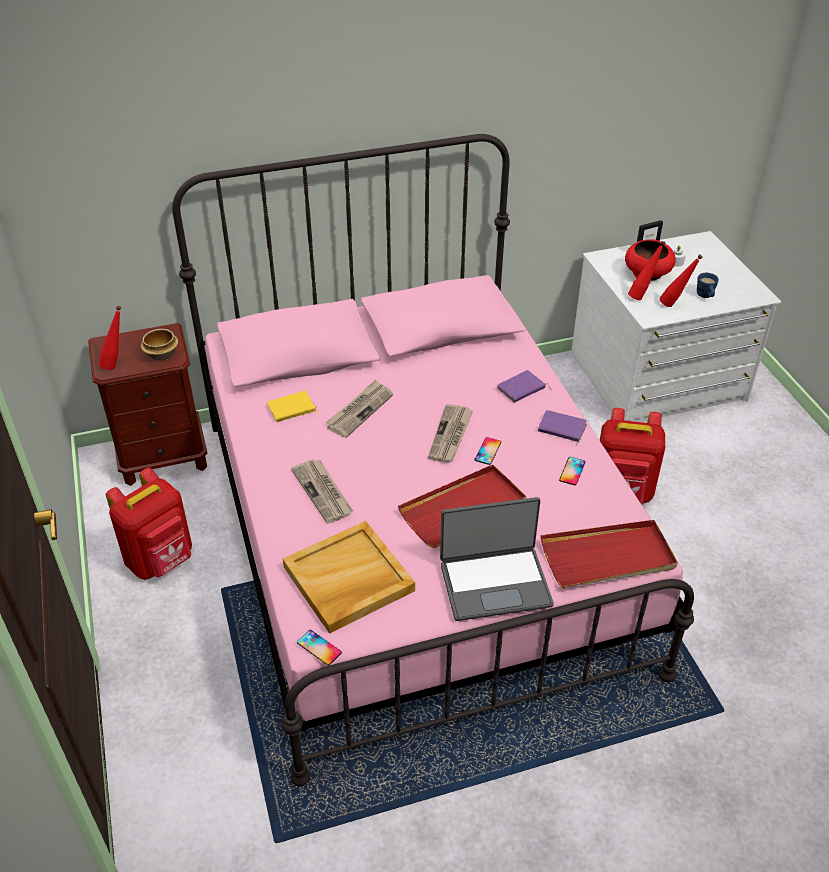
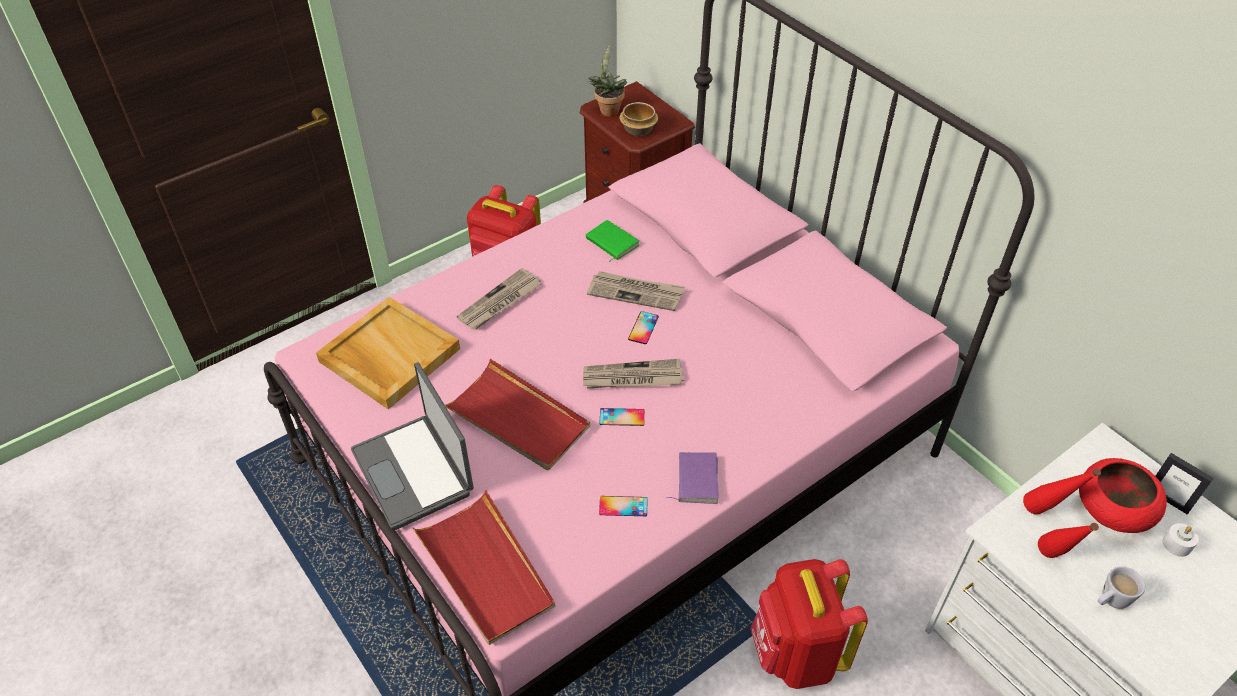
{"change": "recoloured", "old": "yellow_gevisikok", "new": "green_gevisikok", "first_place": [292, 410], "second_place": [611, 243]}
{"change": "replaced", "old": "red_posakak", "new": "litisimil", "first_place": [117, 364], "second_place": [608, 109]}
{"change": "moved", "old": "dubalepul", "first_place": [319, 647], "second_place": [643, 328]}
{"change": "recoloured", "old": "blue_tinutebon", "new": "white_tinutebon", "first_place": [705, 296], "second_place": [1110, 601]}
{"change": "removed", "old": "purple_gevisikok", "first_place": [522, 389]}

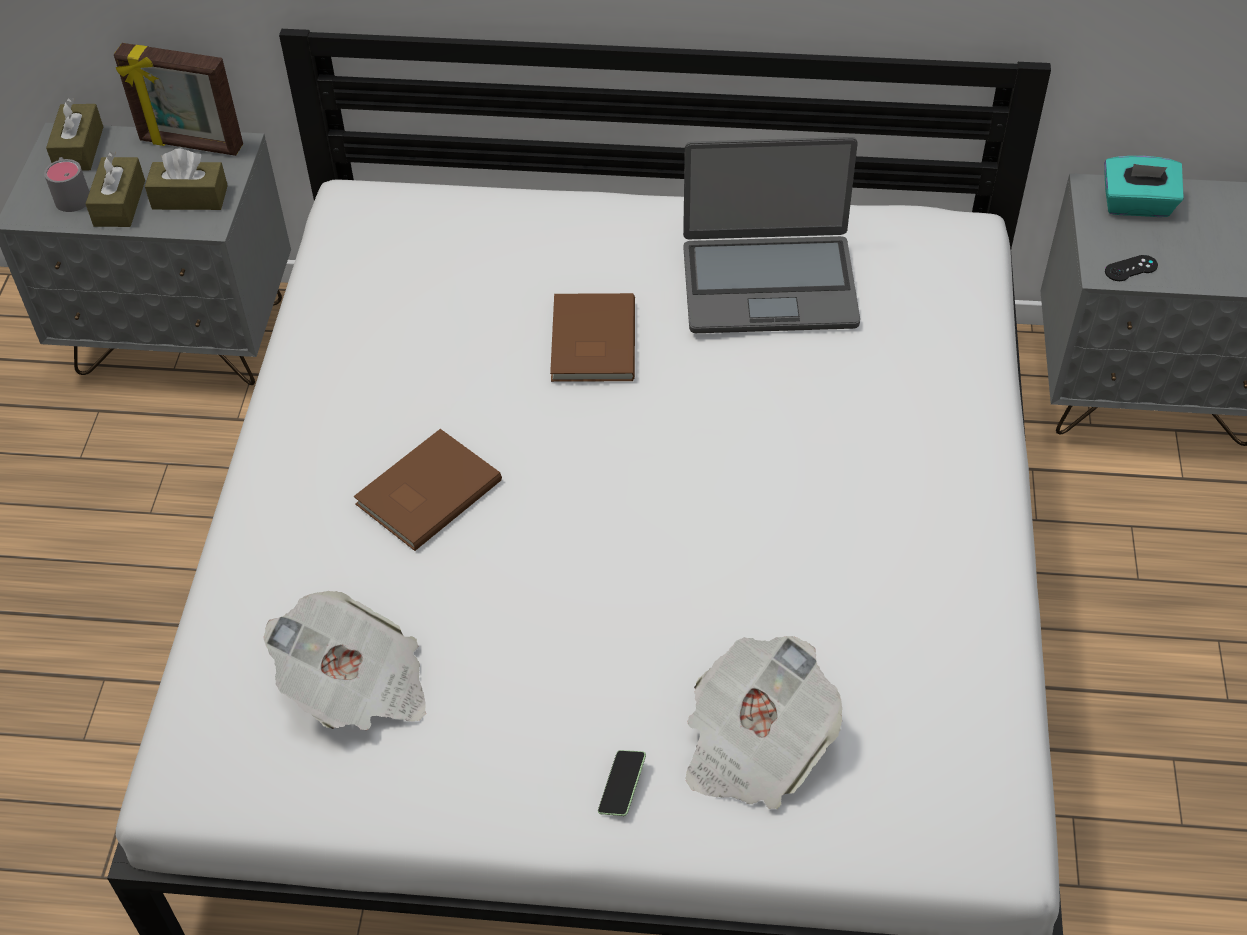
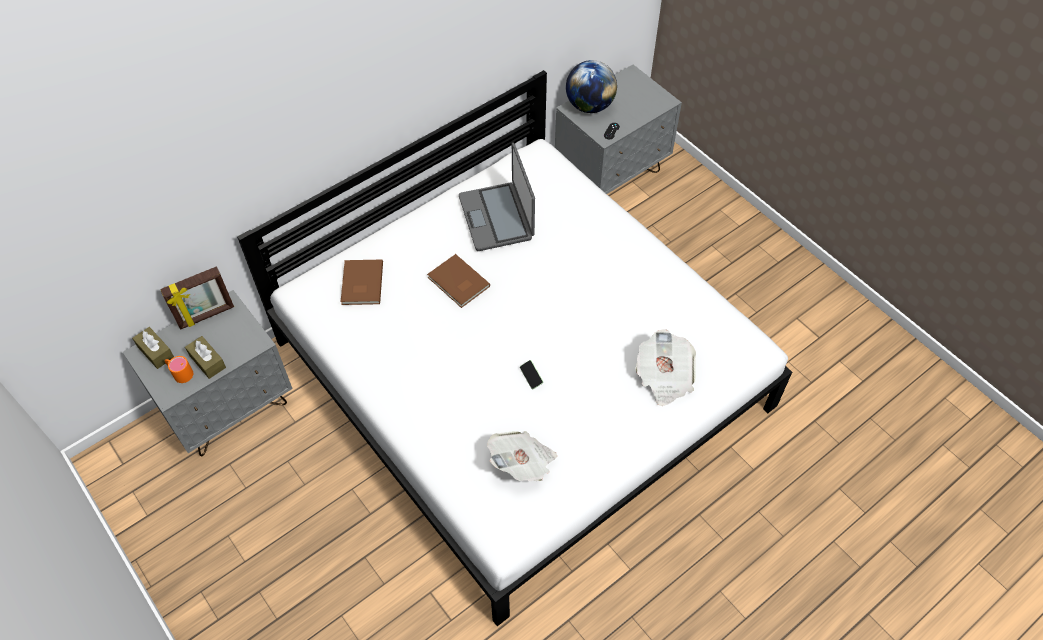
{"change": "recoloured", "old": "grey_tinutebon", "new": "orange_tinutebon", "first_place": [72, 194], "second_place": [180, 373]}
{"change": "moved", "old": "brown_gevisikok", "first_place": [425, 492], "second_place": [361, 284]}
{"change": "turned", "old": "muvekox", "first_place": [769, 284], "second_place": [497, 217], "degrees": 120}
{"change": "moved", "old": "dubalepul", "first_place": [622, 788], "second_place": [531, 376]}
{"change": "replaced", "old": "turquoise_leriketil", "new": "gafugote", "first_place": [1136, 205], "second_place": [589, 106]}
{"change": "removed", "old": "brown_leriketil", "first_place": [190, 197]}

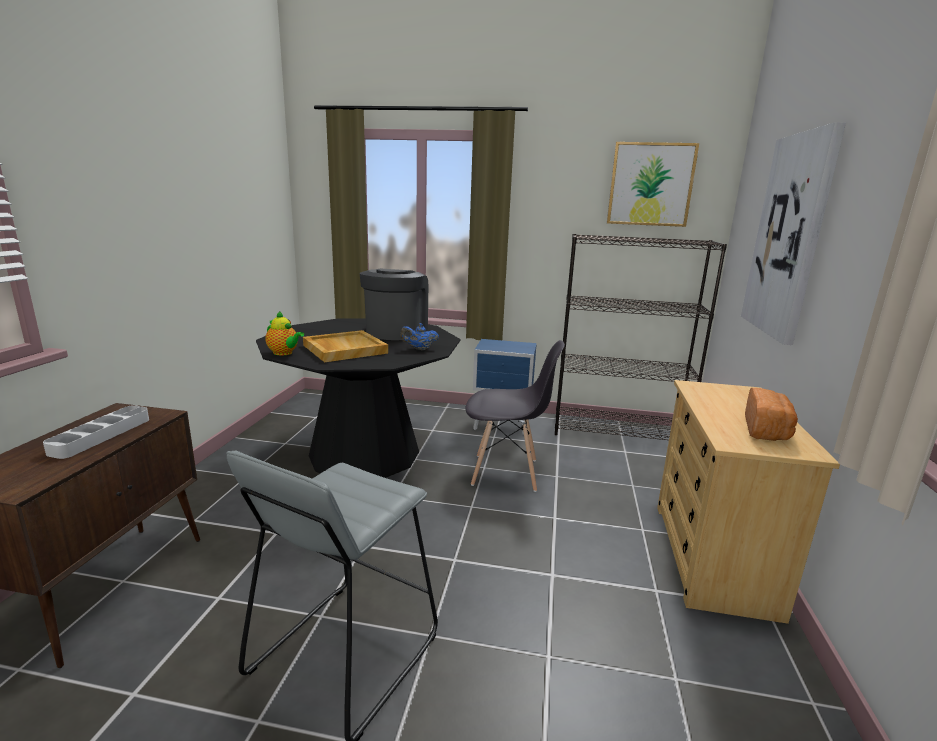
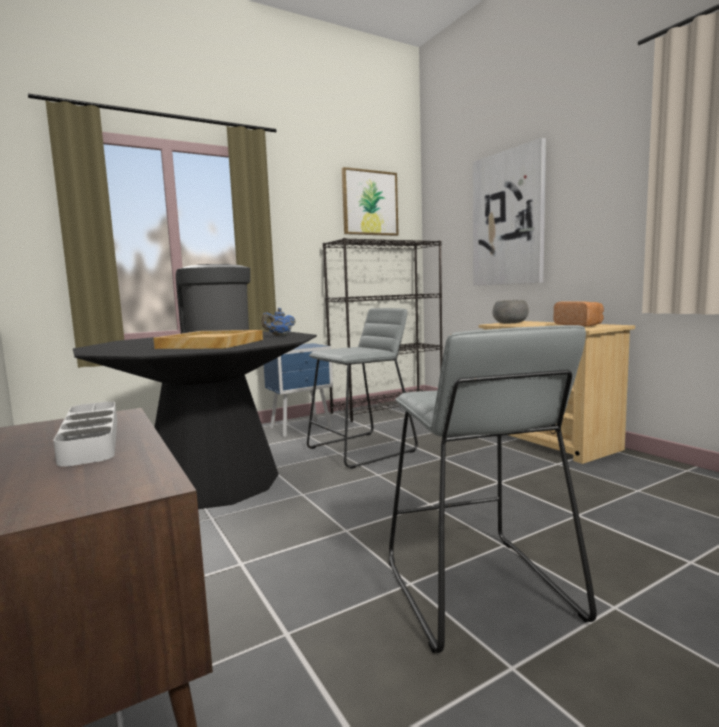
{"change": "replaced", "old": "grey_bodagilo", "new": "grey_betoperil", "first_place": [506, 472], "second_place": [361, 449]}
{"change": "added", "new": "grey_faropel", "second_place": [509, 323]}
{"change": "removed", "old": "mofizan", "first_place": [284, 353]}

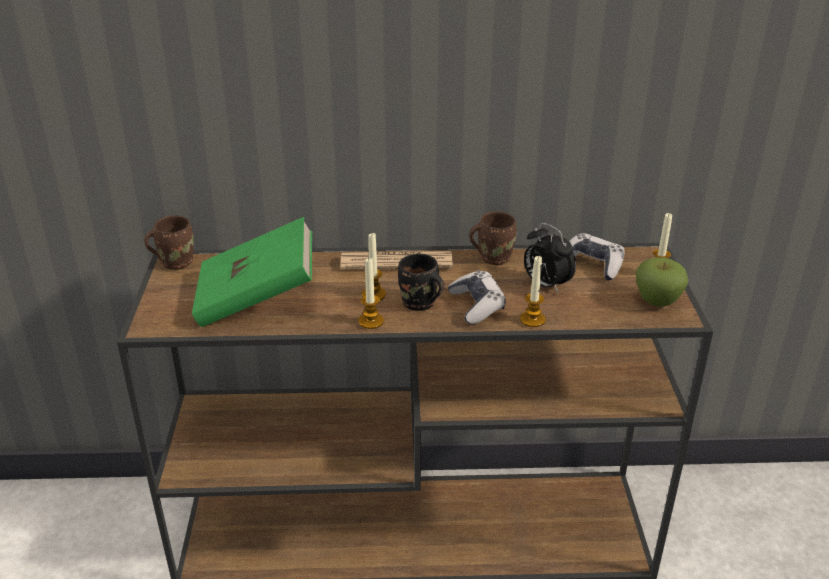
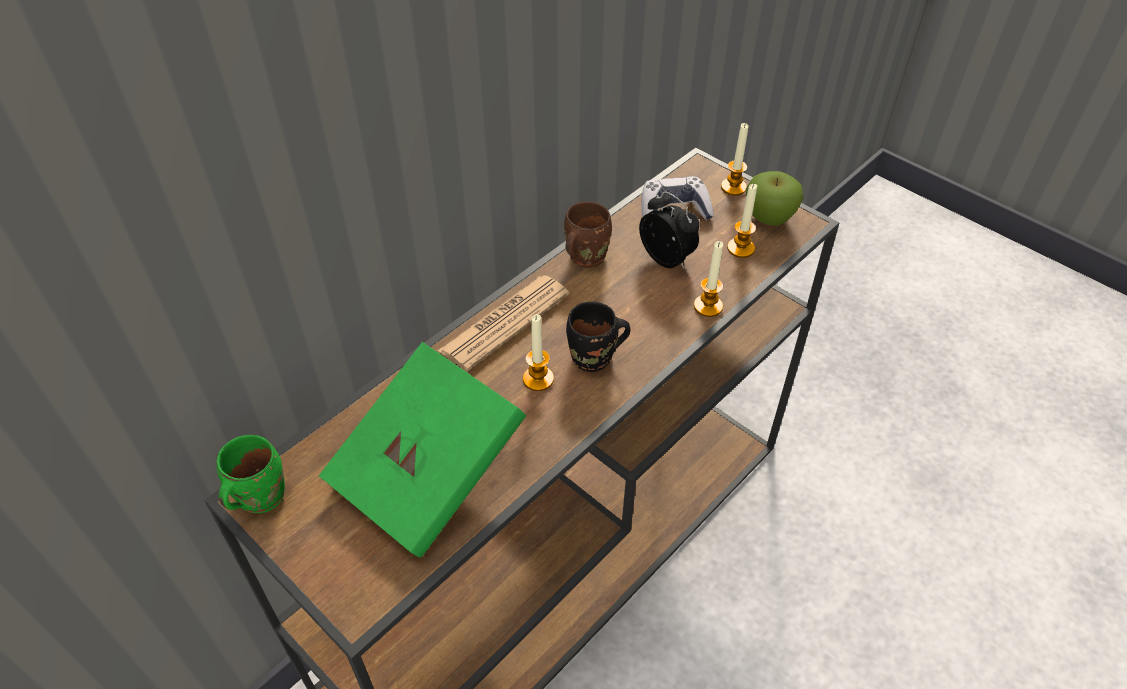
{"change": "recoloured", "old": "brown_tinutebon", "new": "green_tinutebon", "first_place": [175, 262], "second_place": [257, 496]}
{"change": "turned", "old": "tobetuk", "first_place": [545, 285], "second_place": [667, 259], "degrees": -135}
{"change": "moved", "old": "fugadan", "first_place": [371, 321], "second_place": [740, 248]}
{"change": "removed", "old": "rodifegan", "first_place": [476, 305]}

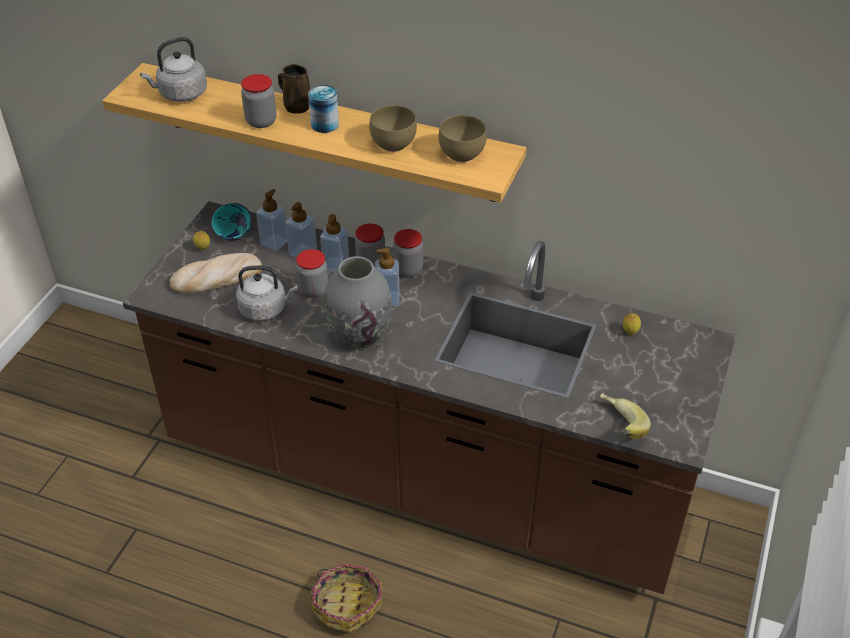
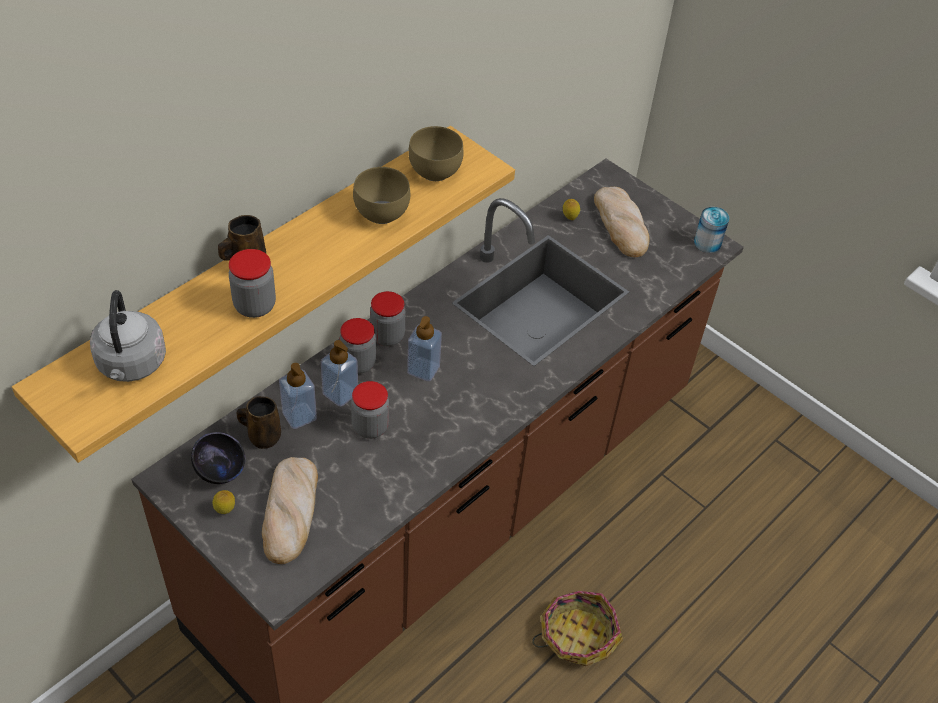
{"change": "recoloured", "old": "turquoise_faropel", "new": "black_faropel", "first_place": [234, 235], "second_place": [220, 471]}
{"change": "replaced", "old": "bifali", "new": "brown_tinutebon", "first_place": [274, 243], "second_place": [262, 436]}
{"change": "added", "new": "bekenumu", "second_place": [621, 224]}
{"change": "moved", "old": "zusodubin", "first_place": [325, 124], "second_place": [707, 243]}
{"change": "removed", "old": "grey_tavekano", "first_place": [265, 309]}
{"change": "removed", "old": "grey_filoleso", "first_place": [360, 335]}
{"change": "removed", "old": "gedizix", "first_place": [618, 427]}

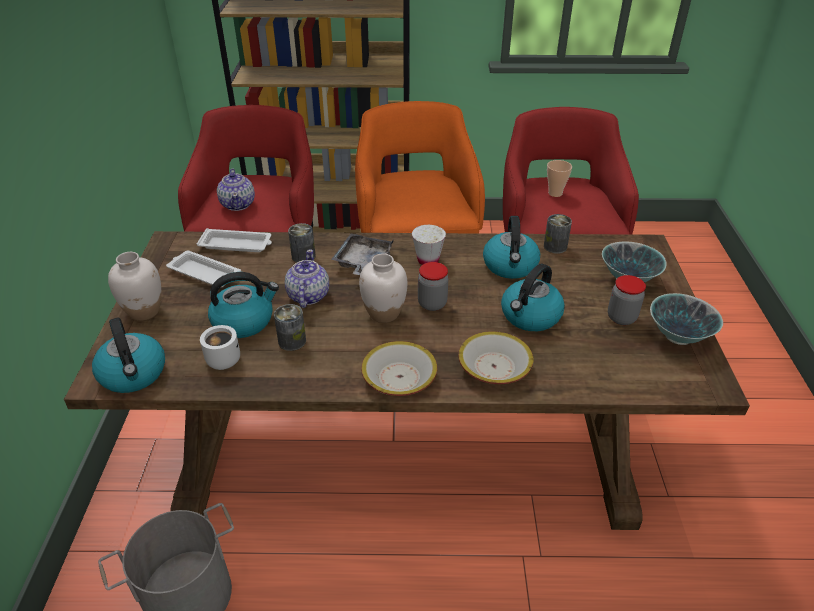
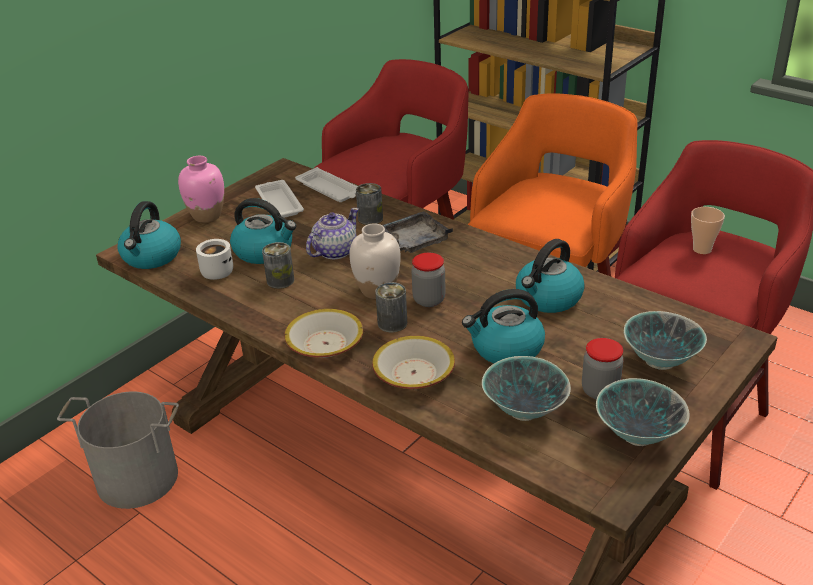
{"change": "recoloured", "old": "white_filoleso", "new": "pink_filoleso", "first_place": [144, 311], "second_place": [207, 216]}
{"change": "moved", "old": "zusodubin", "first_place": [555, 246], "second_place": [392, 323]}
{"change": "added", "new": "faropel", "second_place": [523, 411]}
{"change": "removed", "old": "mofizan", "first_place": [238, 204]}
{"change": "removed", "old": "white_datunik", "first_place": [428, 260]}

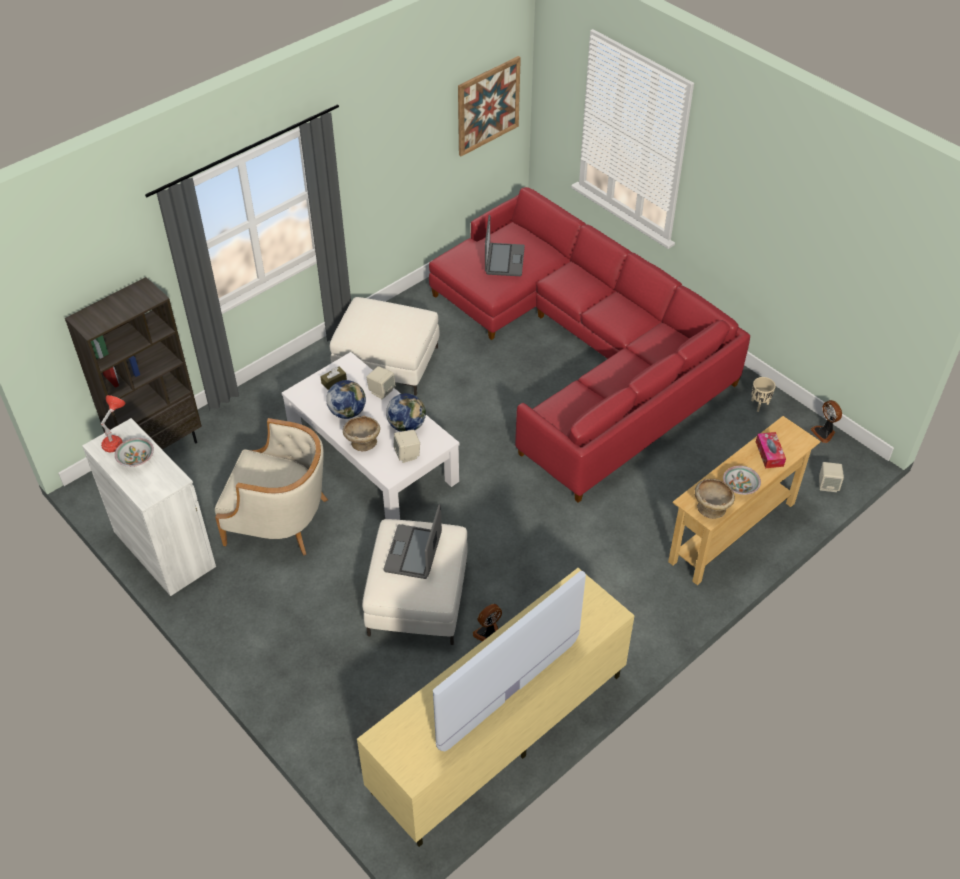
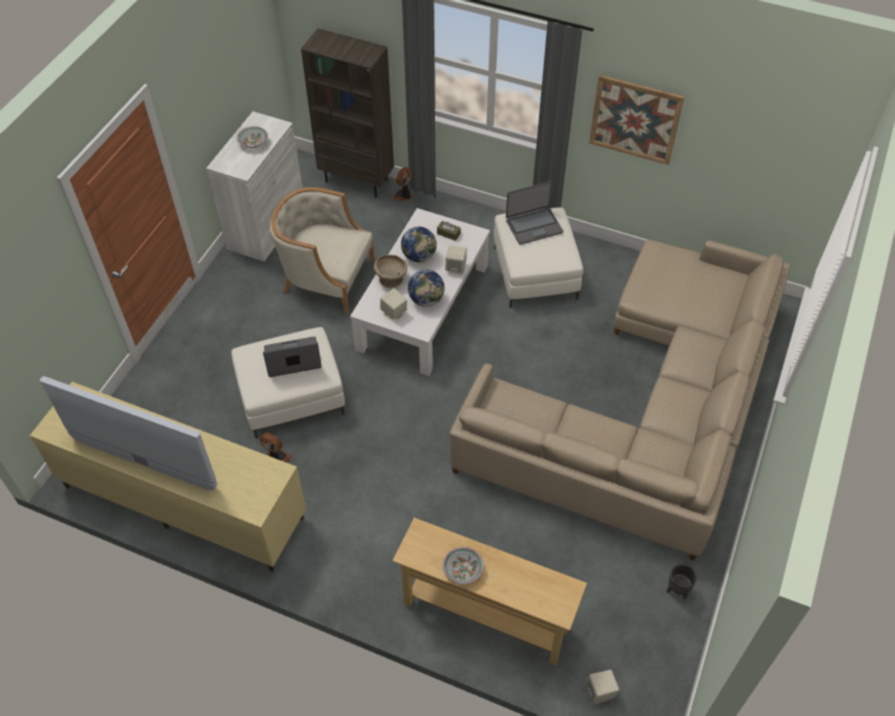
{"change": "turned", "old": "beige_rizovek", "first_place": [279, 520], "second_place": [326, 278], "degrees": 120}
{"change": "moved", "old": "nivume", "first_place": [824, 433], "second_place": [404, 196]}
{"change": "recoloured", "old": "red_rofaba", "new": "beige_rofaba", "first_place": [582, 352], "second_place": [647, 410]}
{"change": "moved", "old": "muvekox", "first_place": [504, 260], "second_place": [533, 226]}
{"change": "moved", "old": "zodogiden", "first_place": [488, 106], "second_place": [635, 119]}
{"change": "recoloured", "old": "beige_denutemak", "new": "black_denutemak", "first_place": [759, 405], "second_place": [677, 591]}
{"change": "removed", "old": "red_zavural", "first_place": [116, 441]}
{"change": "removed", "old": "beige_faropel", "first_place": [711, 508]}
{"change": "removed", "old": "leriketil", "first_place": [769, 454]}

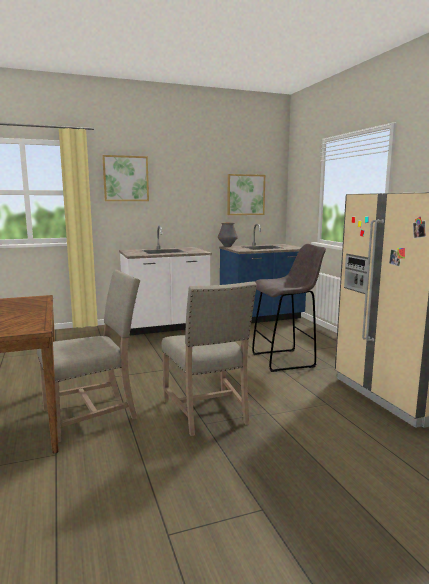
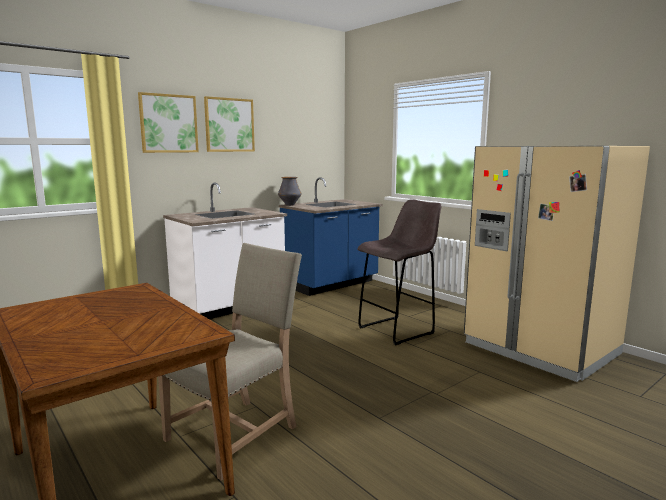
{"change": "moved", "old": "zodogiden", "first_place": [245, 195], "second_place": [229, 125]}
{"change": "removed", "old": "beige_bodagilo", "first_place": [207, 412]}

